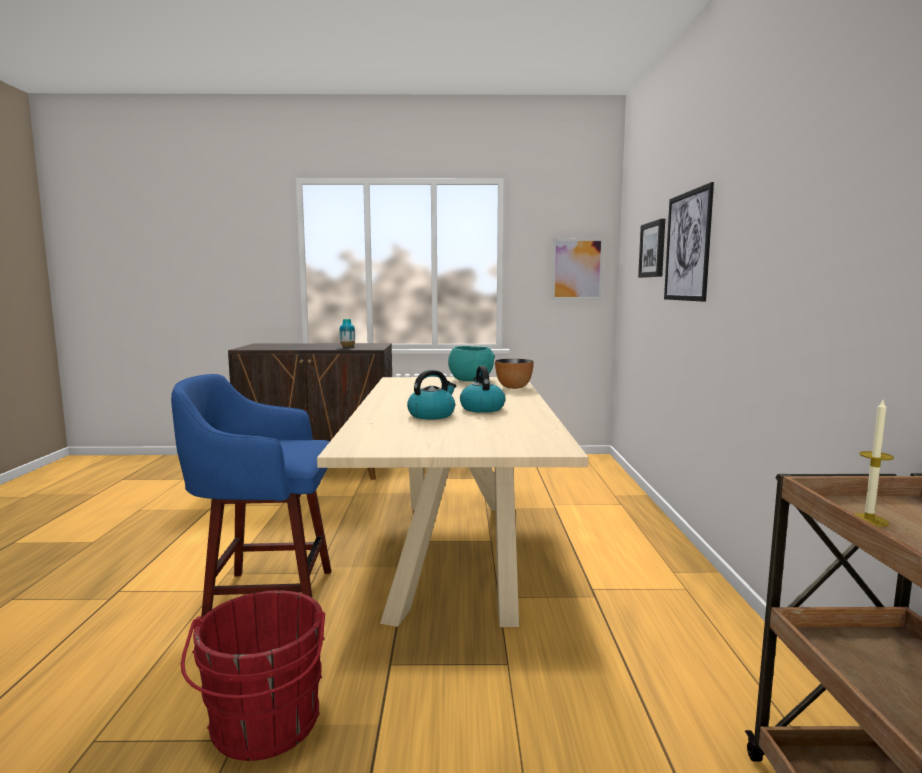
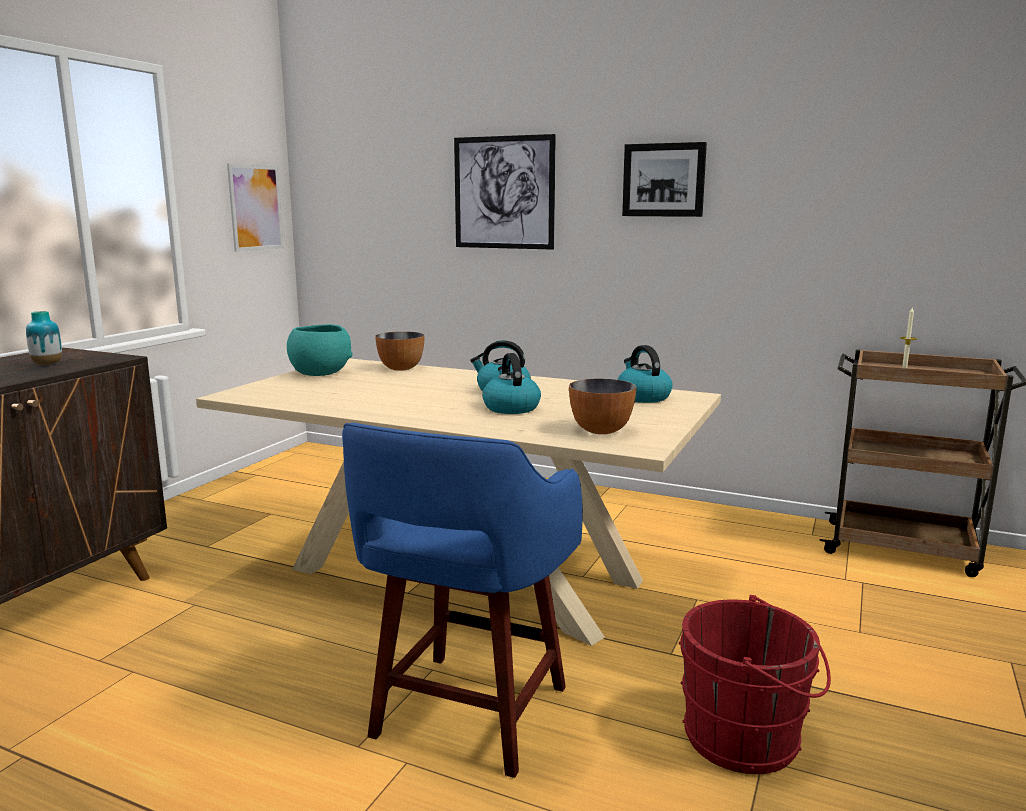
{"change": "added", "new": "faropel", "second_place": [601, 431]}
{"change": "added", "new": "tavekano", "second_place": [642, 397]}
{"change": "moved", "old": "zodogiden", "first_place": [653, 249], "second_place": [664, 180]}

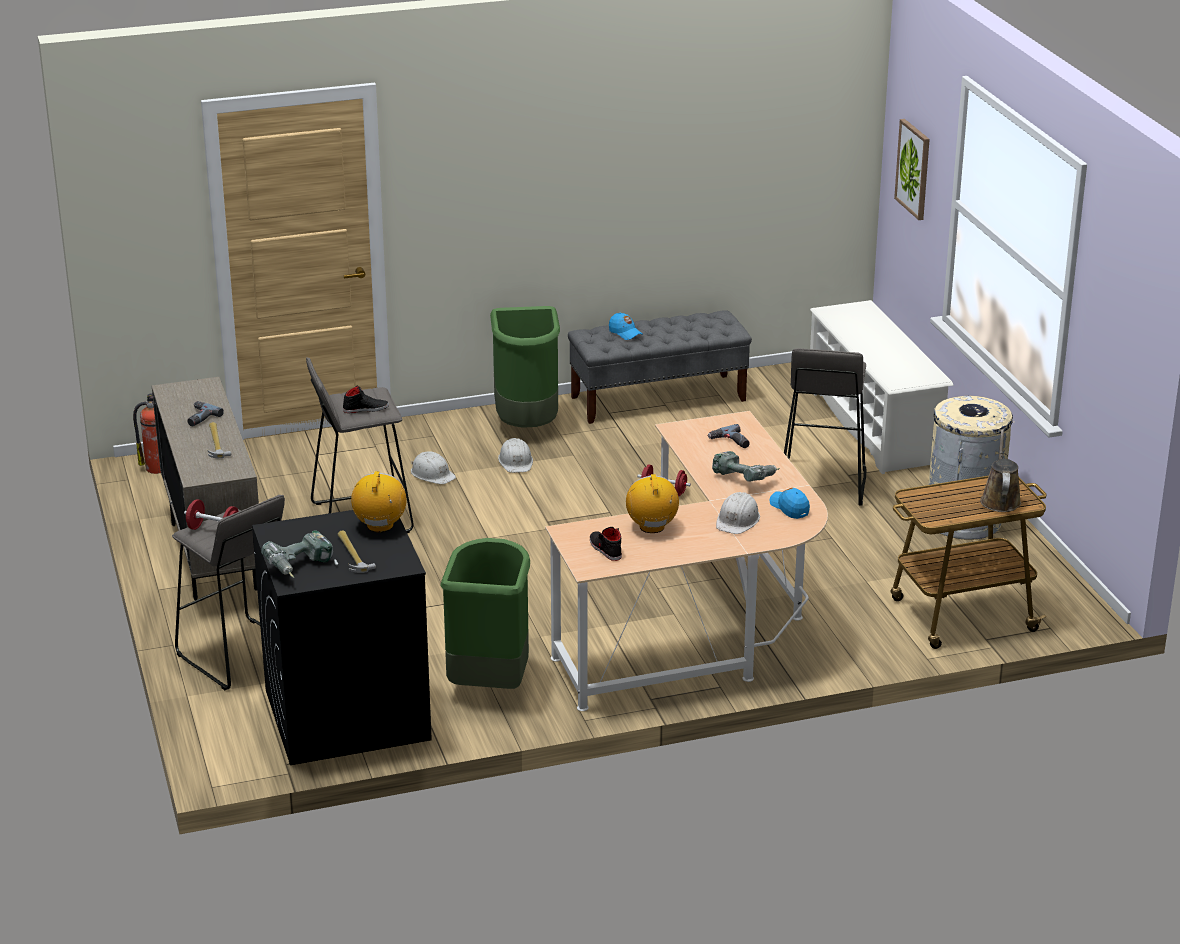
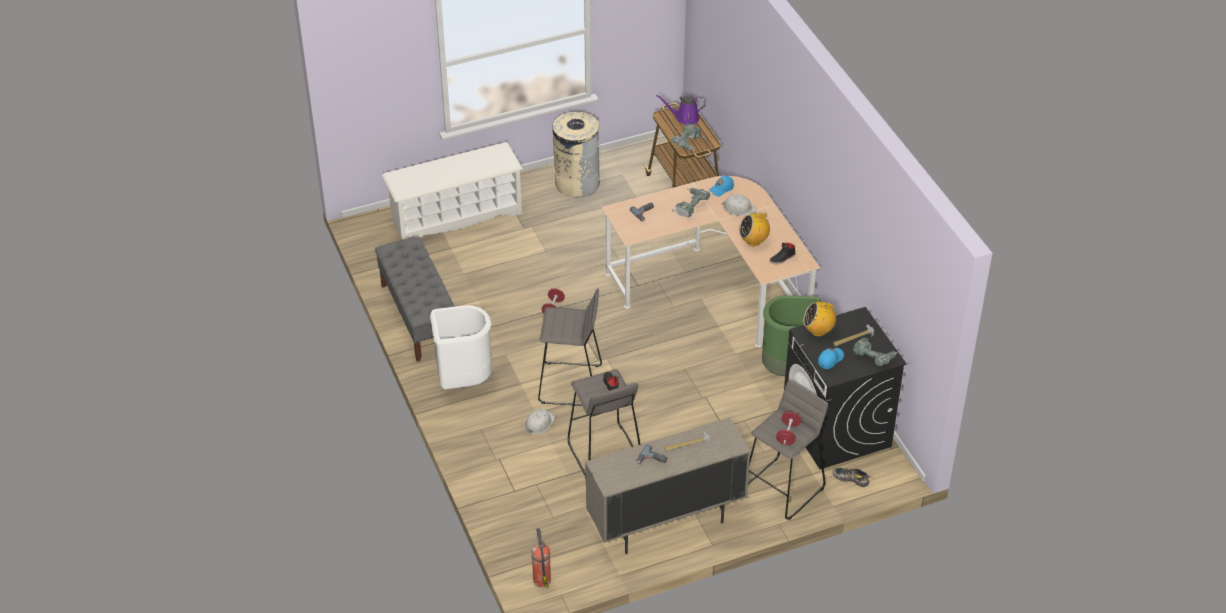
{"change": "recoloured", "old": "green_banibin", "new": "white_banibin", "first_place": [527, 425], "second_place": [463, 381]}
{"change": "moved", "old": "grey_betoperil", "first_place": [821, 484], "second_place": [570, 385]}
{"change": "recoloured", "old": "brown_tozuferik", "new": "purple_tozuferik", "first_place": [1000, 500], "second_place": [685, 118]}
{"change": "added", "new": "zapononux", "second_place": [689, 144]}
{"change": "moved", "old": "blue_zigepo", "first_place": [625, 333], "second_place": [830, 360]}
{"change": "added", "new": "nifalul", "second_place": [851, 478]}
{"change": "removed", "old": "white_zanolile", "first_place": [516, 461]}
{"change": "removed", "old": "zodogiden", "first_place": [914, 169]}

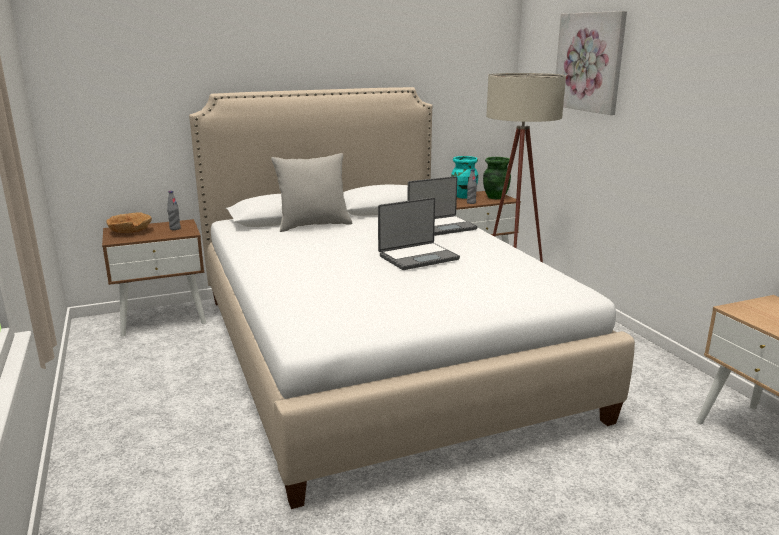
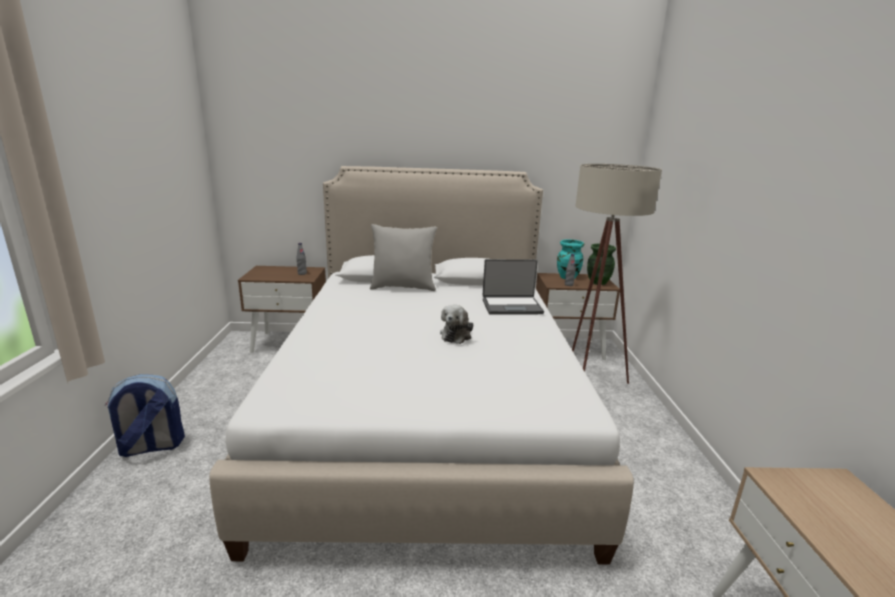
{"change": "added", "new": "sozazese", "second_place": [151, 447]}
{"change": "replaced", "old": "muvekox", "new": "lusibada", "first_place": [417, 257], "second_place": [456, 335]}
{"change": "removed", "old": "brown_faropel", "first_place": [130, 232]}
{"change": "removed", "old": "zodogiden", "first_place": [590, 62]}

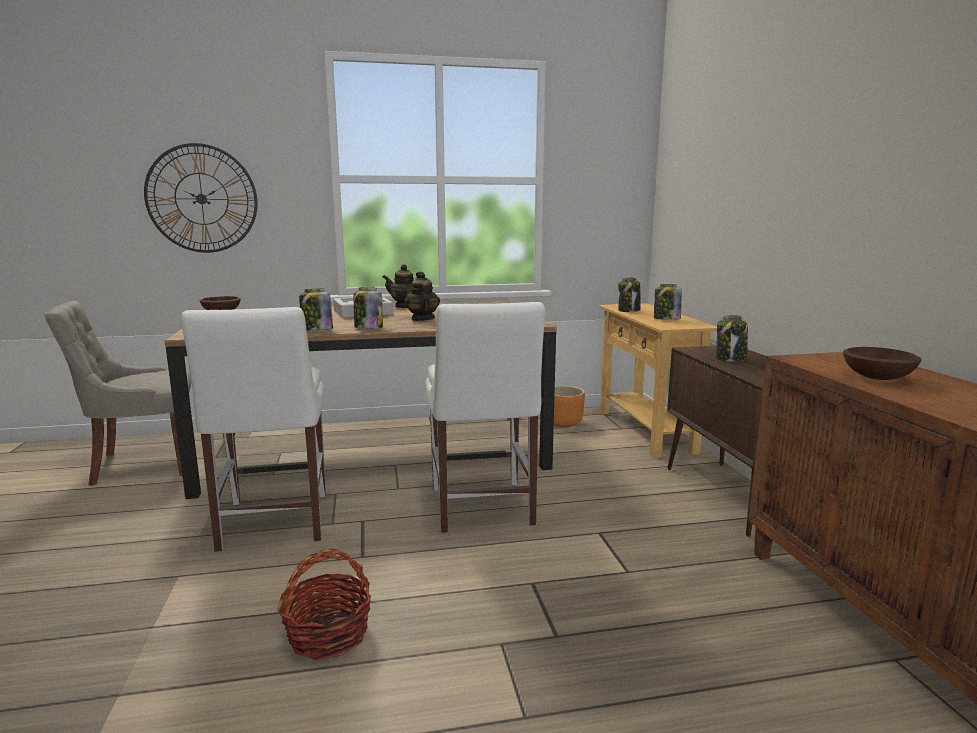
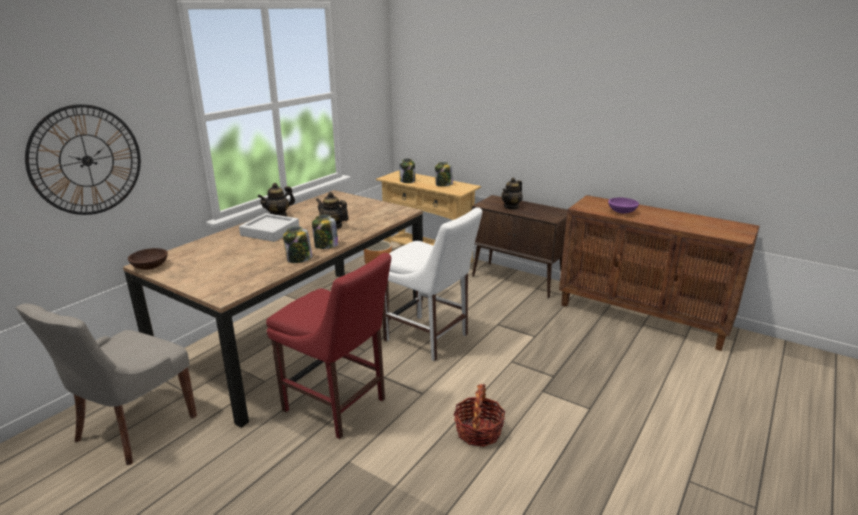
{"change": "recoloured", "old": "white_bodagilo", "new": "red_bodagilo", "first_place": [273, 524], "second_place": [338, 407]}
{"change": "replaced", "old": "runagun", "new": "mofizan", "first_place": [730, 359], "second_place": [511, 207]}
{"change": "recoloured", "old": "brown_faropel", "new": "purple_faropel", "first_place": [876, 377], "second_place": [621, 212]}

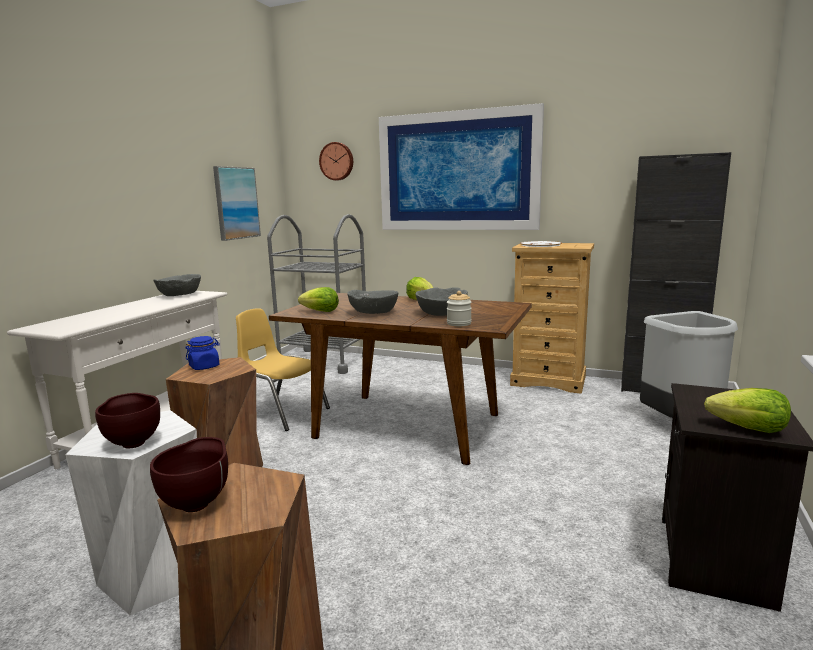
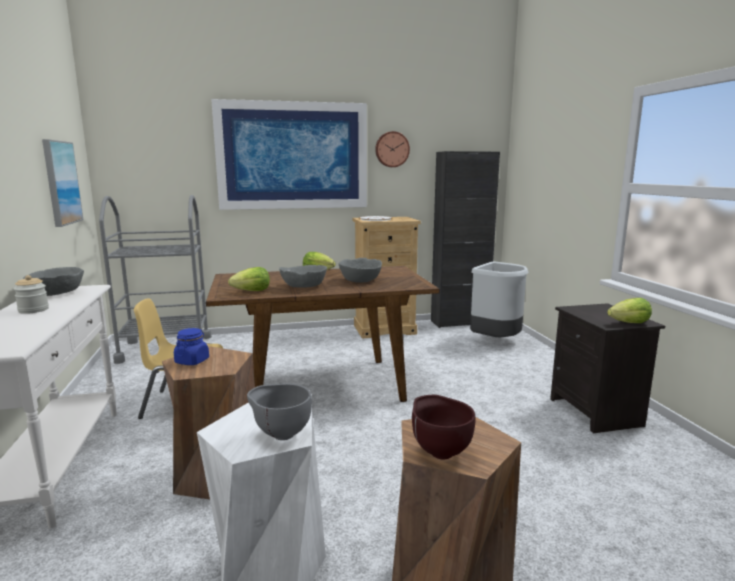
{"change": "moved", "old": "runagun", "first_place": [459, 323], "second_place": [33, 310]}
{"change": "recoloured", "old": "brown_faropel", "new": "grey_faropel", "first_place": [133, 443], "second_place": [280, 434]}
{"change": "moved", "old": "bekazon", "first_place": [337, 161], "second_place": [392, 149]}

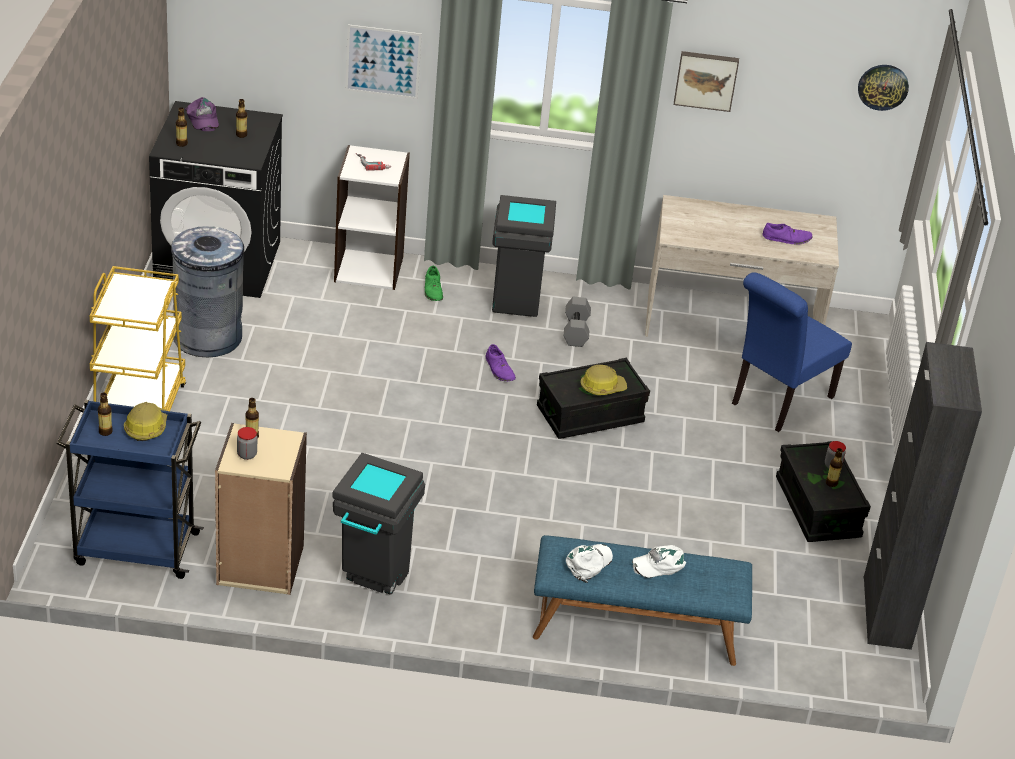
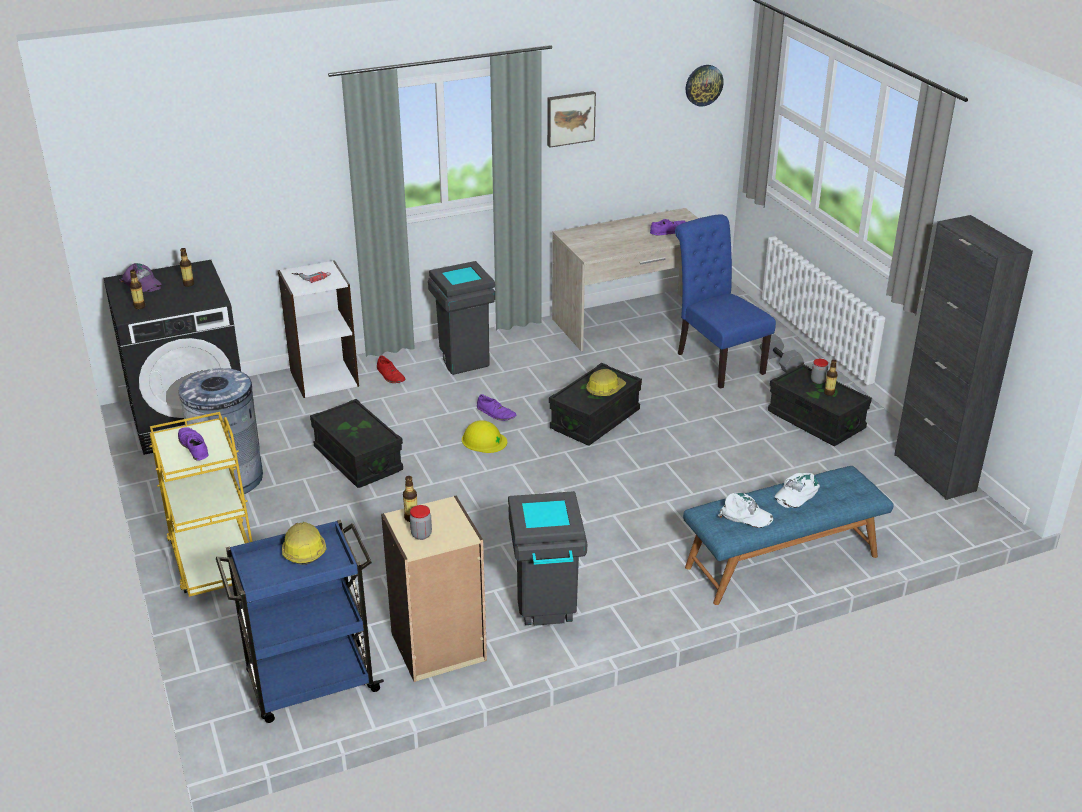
{"change": "added", "new": "purple_nifalul", "second_place": [194, 447]}
{"change": "added", "new": "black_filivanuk", "second_place": [358, 459]}
{"change": "recoloured", "old": "green_nifalul", "new": "red_nifalul", "first_place": [433, 290], "second_place": [390, 376]}
{"change": "added", "new": "yellow_zanolile", "second_place": [484, 440]}
{"change": "turned", "old": "blue_bodagilo", "first_place": [777, 402], "second_place": [716, 361], "degrees": 135}
{"change": "turned", "old": "white_zigepo", "first_place": [589, 563], "second_place": [745, 515], "degrees": 105}
{"change": "moved", "old": "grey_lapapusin", "first_place": [576, 331], "second_place": [781, 363]}
{"change": "removed", "old": "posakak", "first_place": [105, 432]}
{"change": "removed", "old": "zodogiden", "first_place": [383, 62]}

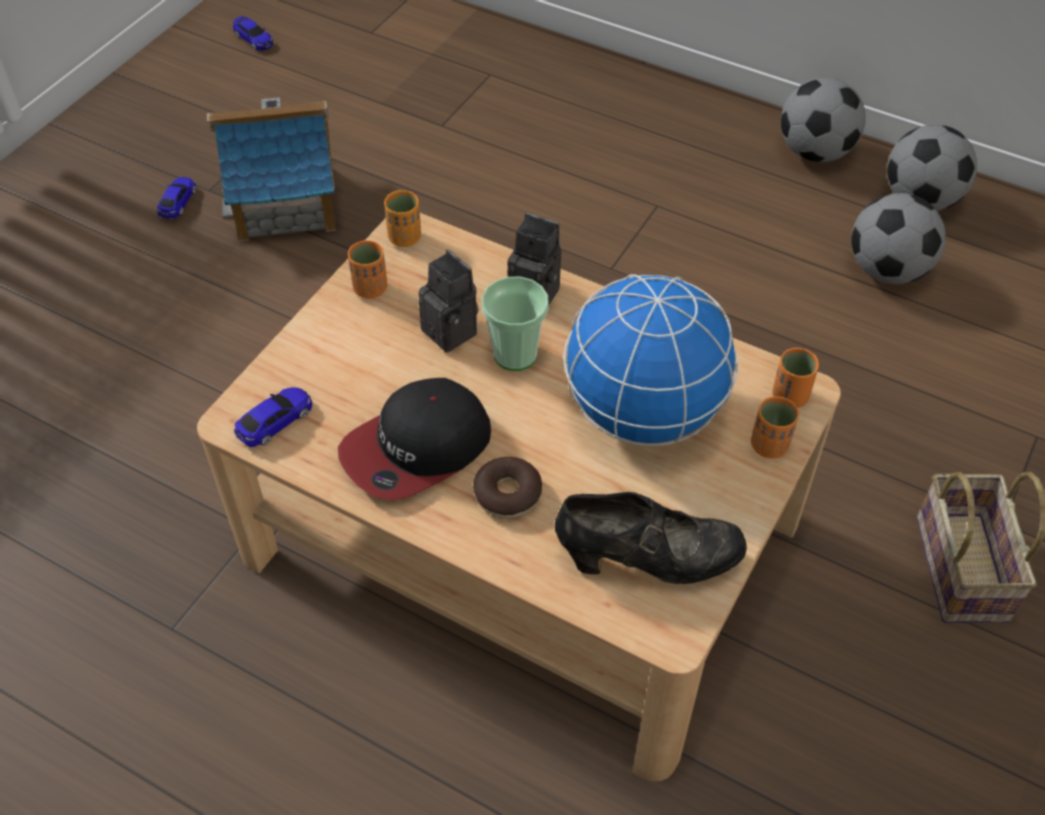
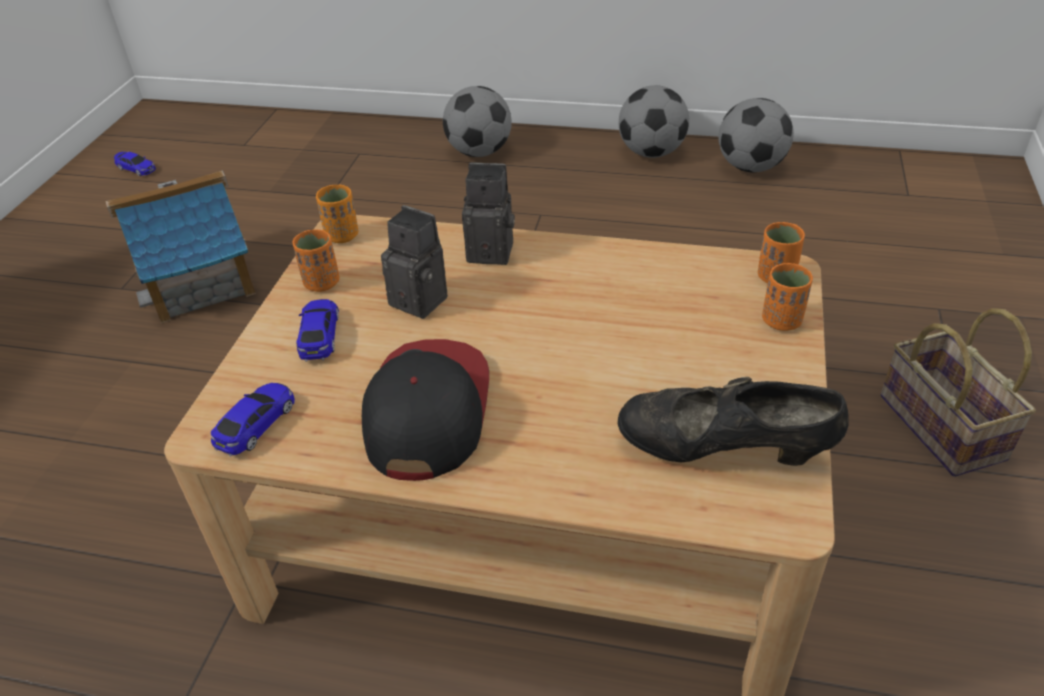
{"change": "moved", "old": "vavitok", "first_place": [178, 202], "second_place": [319, 336]}
{"change": "turned", "old": "zigepo", "first_place": [417, 448], "second_place": [426, 411], "degrees": 150}
{"change": "moved", "old": "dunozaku", "first_place": [887, 271], "second_place": [479, 152]}
{"change": "turned", "old": "black_nifalul", "first_place": [648, 560], "second_place": [722, 453], "degrees": -150}
{"change": "removed", "old": "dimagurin", "first_place": [507, 494]}
{"change": "removed", "old": "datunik", "first_place": [515, 354]}
{"change": "removed", "old": "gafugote", "first_place": [643, 414]}

